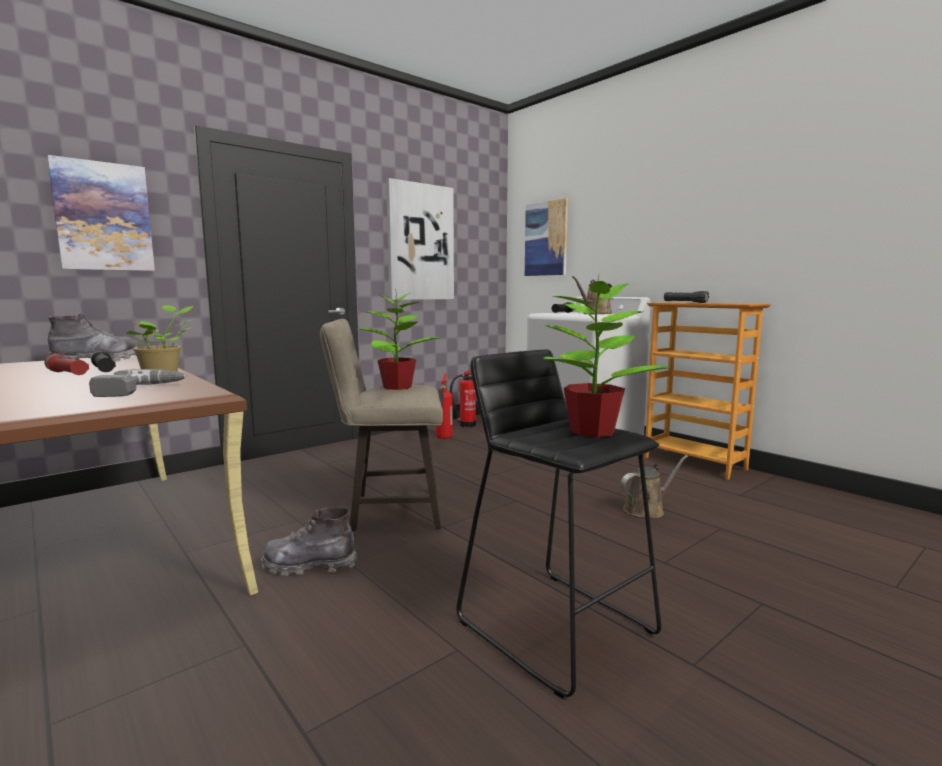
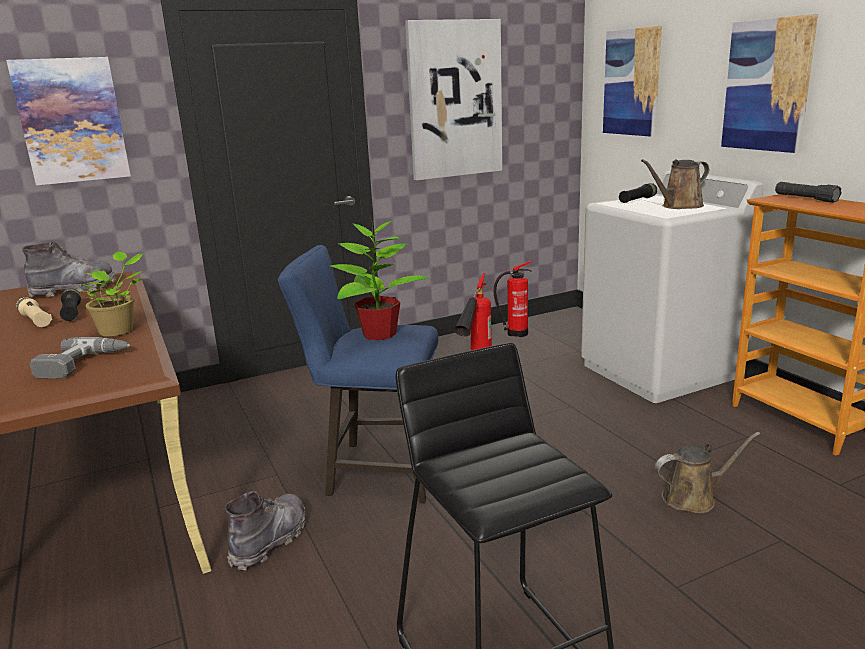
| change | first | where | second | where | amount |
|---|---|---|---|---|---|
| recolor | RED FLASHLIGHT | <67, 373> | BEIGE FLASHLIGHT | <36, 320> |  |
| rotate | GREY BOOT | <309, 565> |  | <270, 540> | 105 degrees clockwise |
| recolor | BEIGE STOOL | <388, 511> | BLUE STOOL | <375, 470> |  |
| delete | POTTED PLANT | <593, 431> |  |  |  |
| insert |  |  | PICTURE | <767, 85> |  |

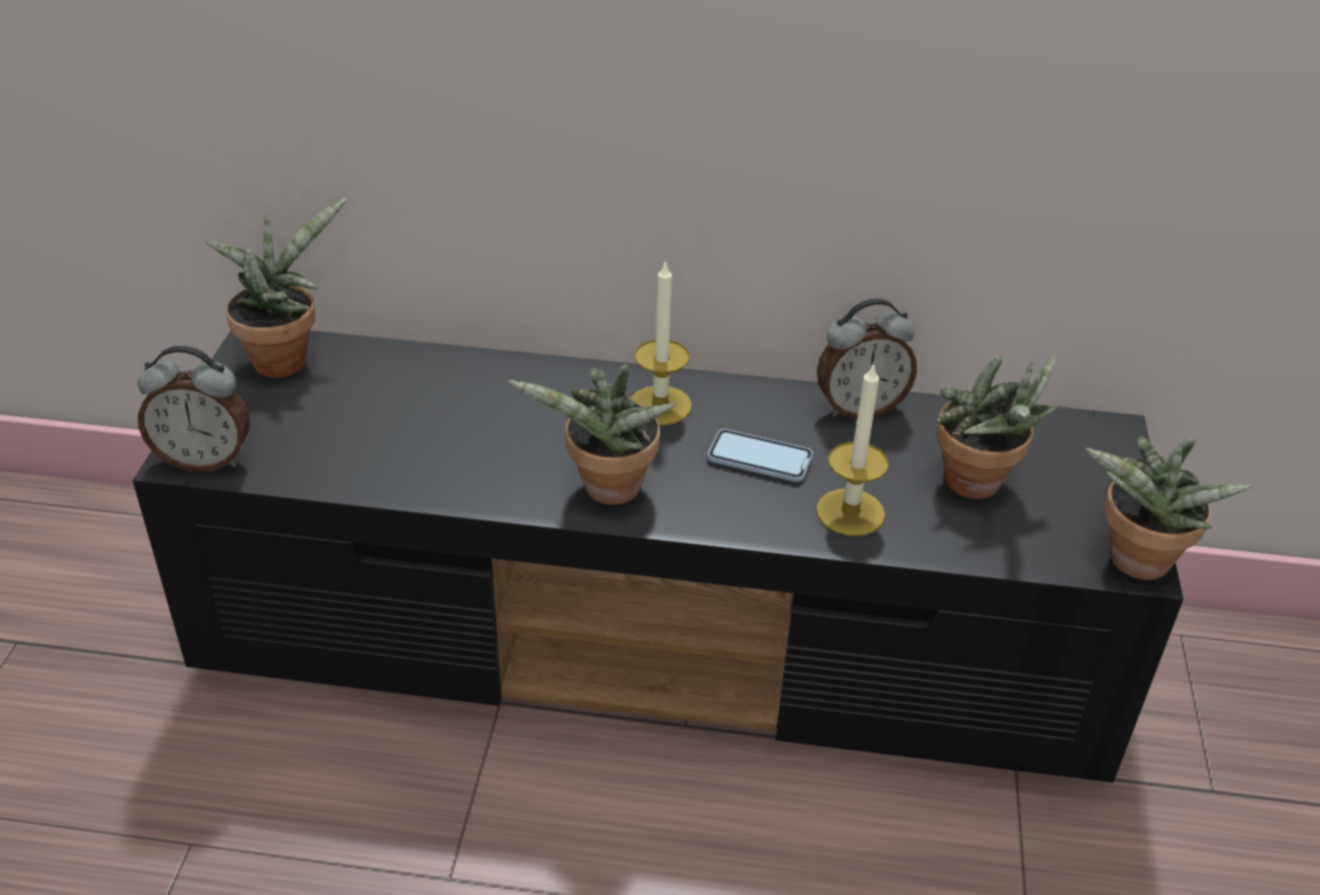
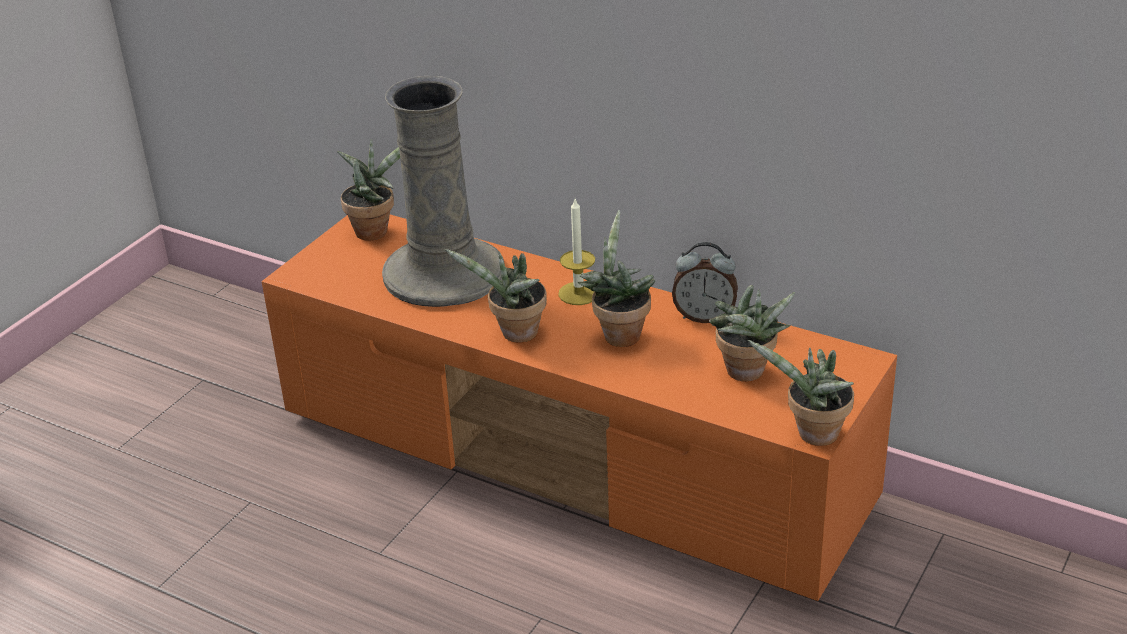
| change | first | where | second | where | amount |
|---|---|---|---|---|---|
| recolor | BLACK TV STAND | <659, 640> | ORANGE TV STAND | <574, 458> |  |
| delete | ALARM CLOCK | <205, 459> |  |  |  |
| replace | PHONE | <759, 458> | POTTED PLANT | <619, 333> |  |
| delete | CANDLE | <850, 512> |  |  |  |
| insert |  |  | BEIGE VASE | <445, 273> |  |

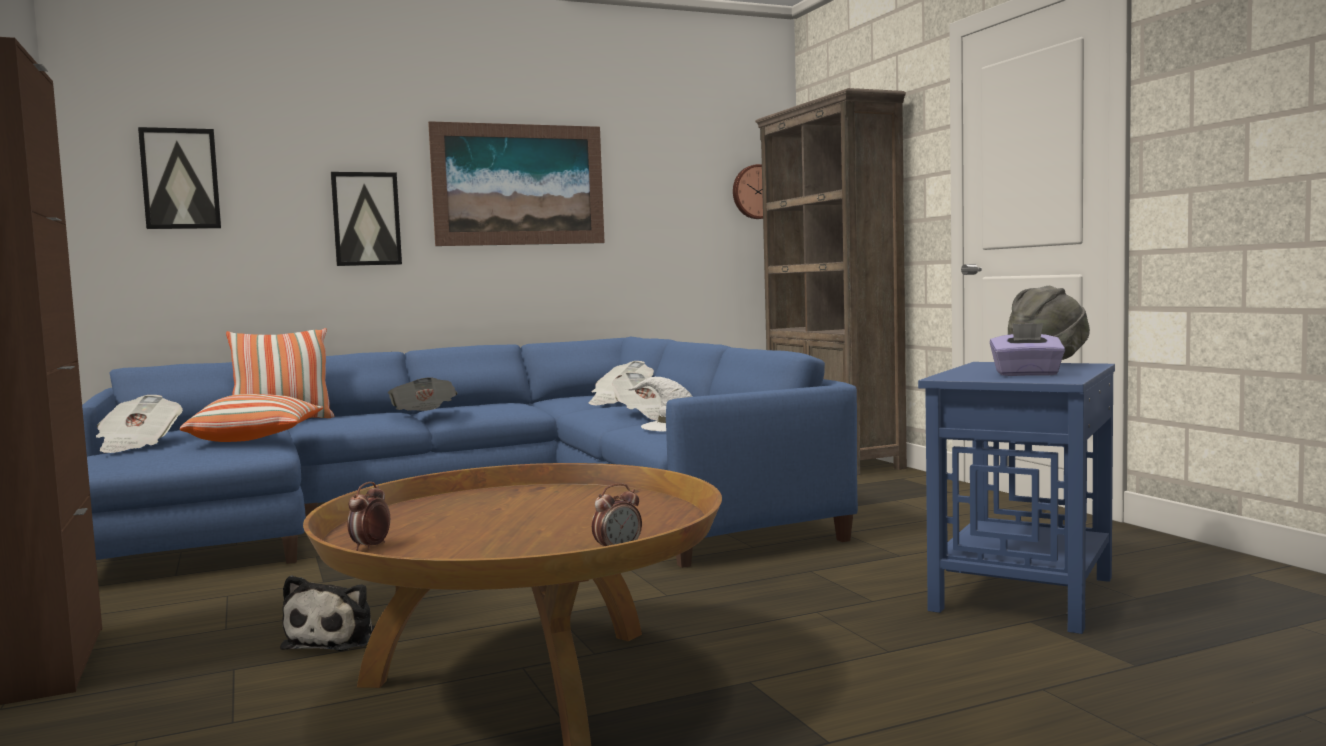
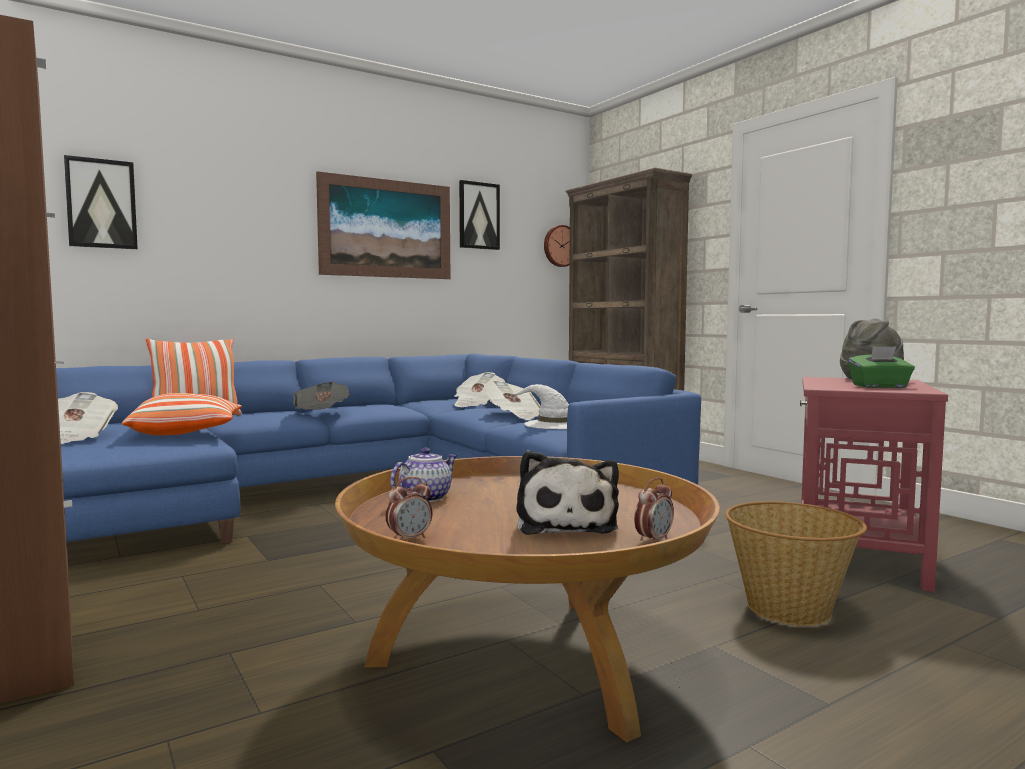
| change | first | where | second | where | amount |
|---|---|---|---|---|---|
| move | PLUSH TOY | <335, 638> |  | <566, 524> |  |
| move | PICTURE | <366, 219> |  | <478, 216> |  |
| rotate | ALARM CLOCK | <370, 547> |  | <409, 539> | 135 degrees counterclockwise |
| recolor | BLUE SIDE TABLE | <1021, 593> | RED SIDE TABLE | <857, 558> |  |
| recolor | PURPLE TISSUE BOX | <1026, 374> | GREEN TISSUE BOX | <880, 386> |  |
| insert |  |  | TEAPOT | <426, 497> |  |
| insert |  |  | BASKET | <790, 608> |  |

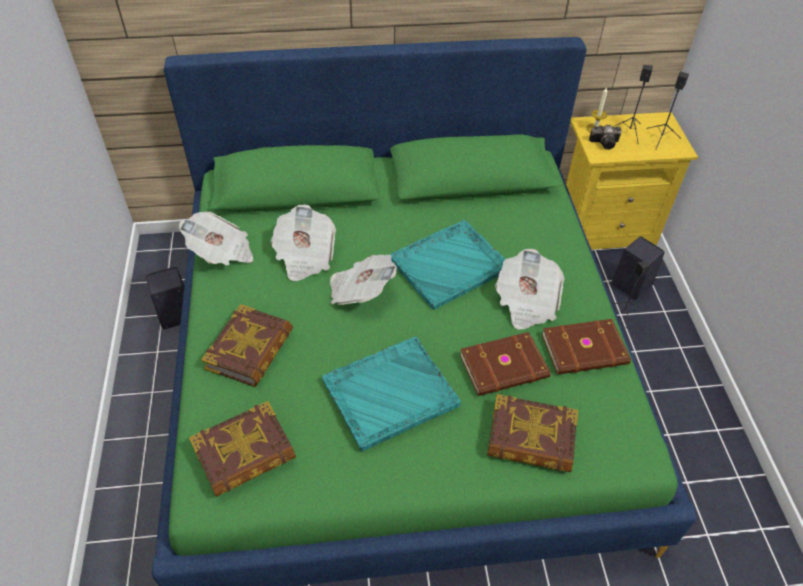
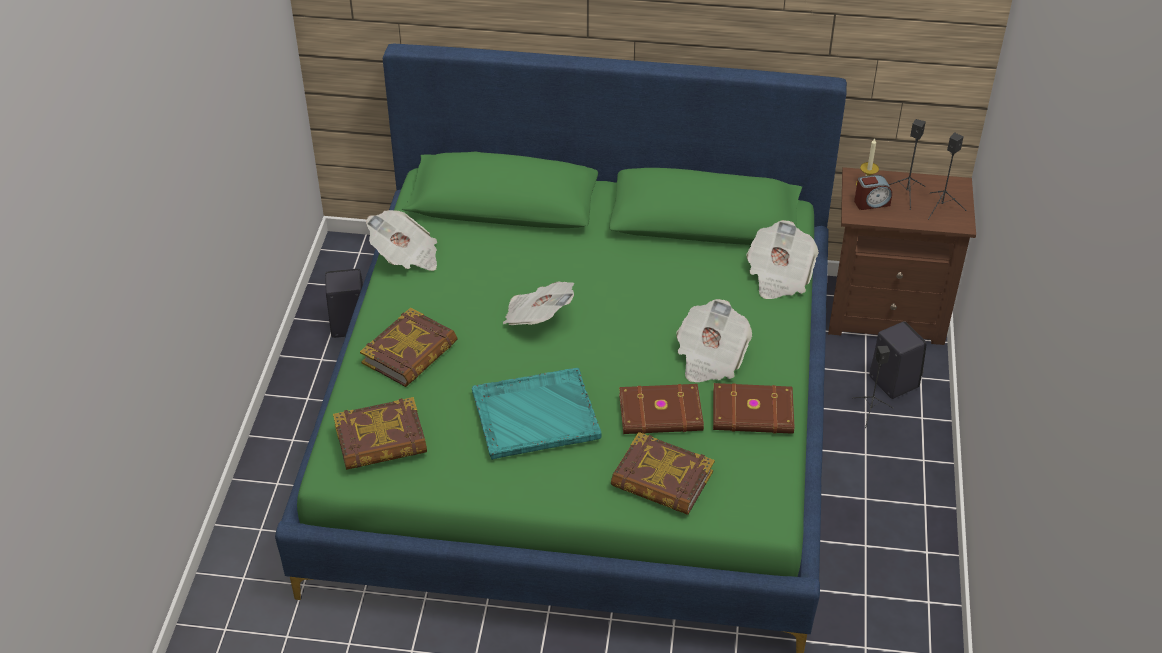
| change | first | where | second | where | amount |
|---|---|---|---|---|---|
| move | NEWSPAPER | <304, 256> |  | <779, 276> |  |
| delete | TURQUOISE TRAY | <450, 264> |  |  |  |
| recolor | YELLOW NIGHTSTAND | <603, 229> | BROWN NIGHTSTAND | <886, 313> |  |
| replace | PHOTO CAMERA | <606, 143> | ALARM CLOCK | <871, 202> |  |

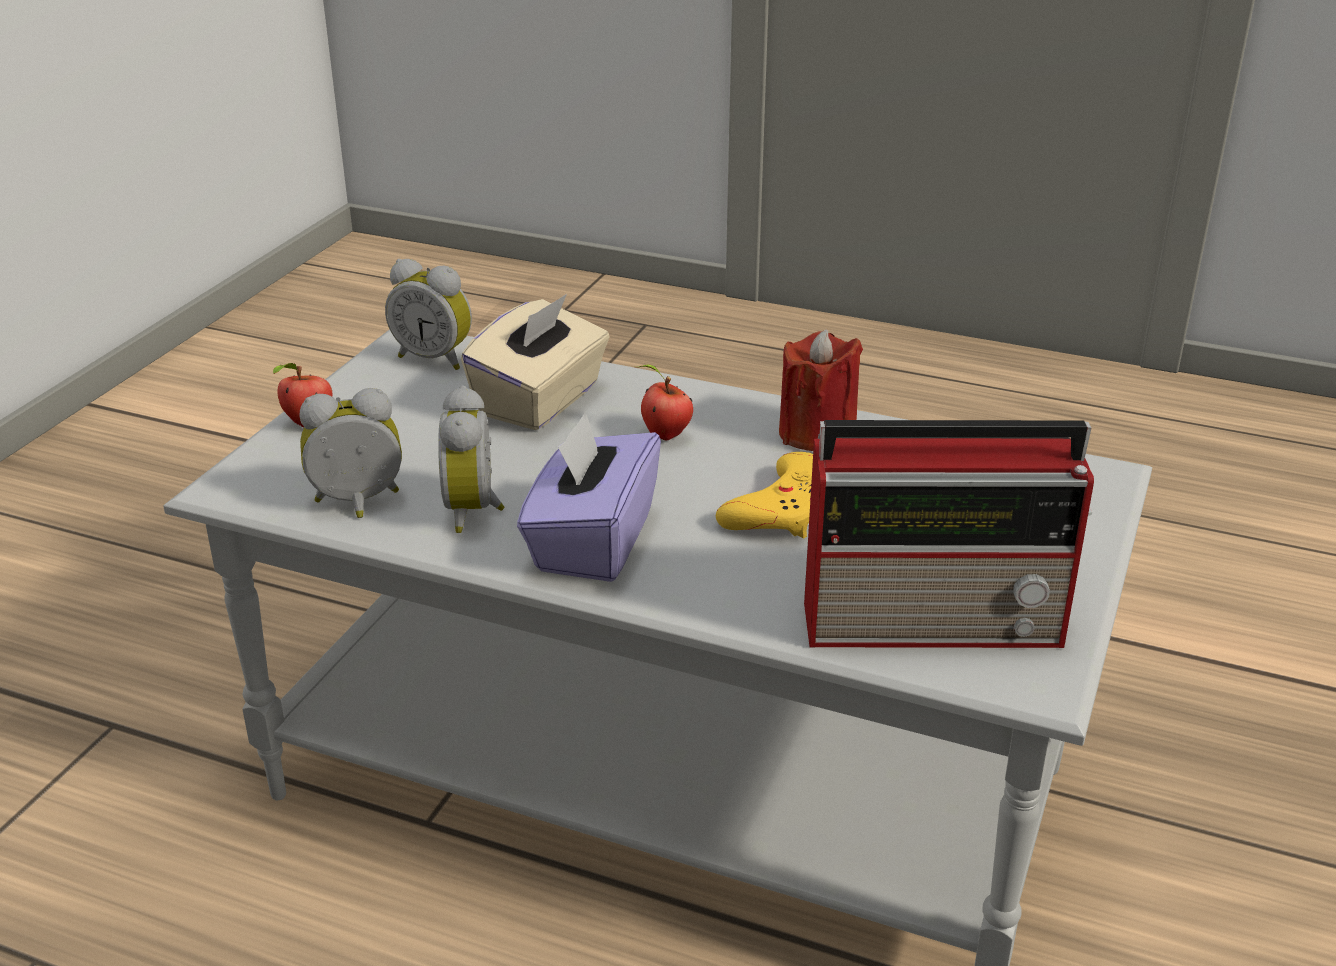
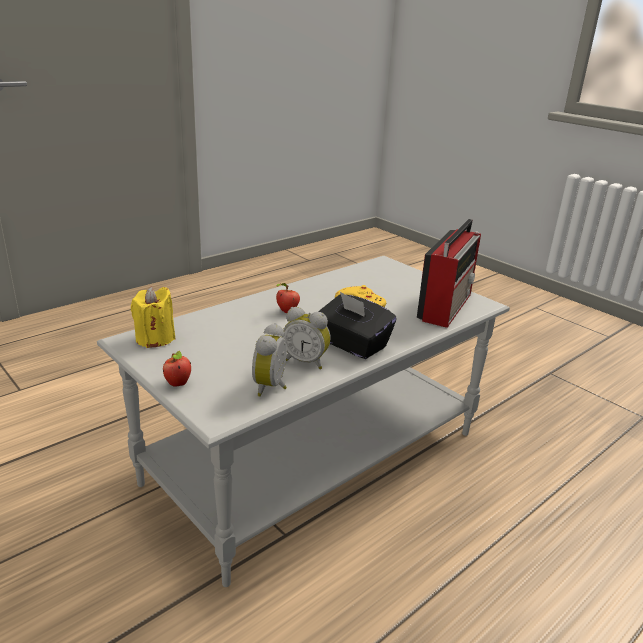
| change | first | where | second | where | amount |
|---|---|---|---|---|---|
| replace | ALARM CLOCK | <435, 358> | YELLOW CANDLE | <155, 339> |  |
| delete | BEIGE TISSUE BOX | <541, 401> |  |  |  |
| recolor | PURPLE TISSUE BOX | <592, 542> | BLACK TISSUE BOX | <352, 344> |  |
| delete | RED CANDLE | <817, 434> |  |  |  |

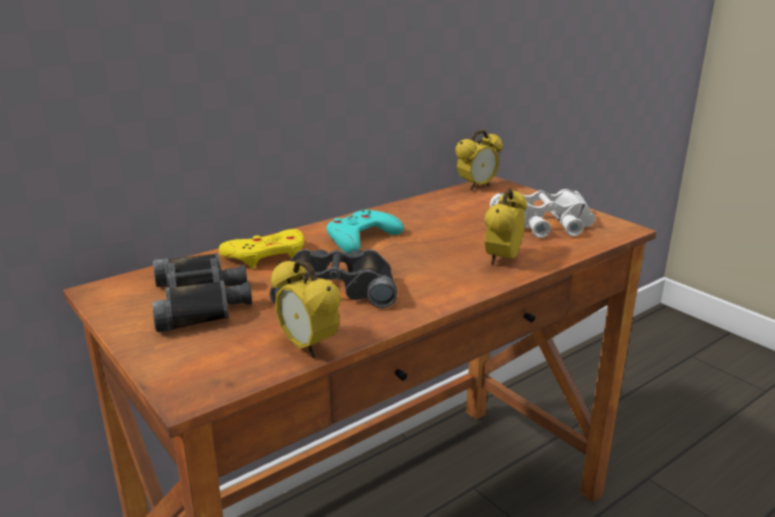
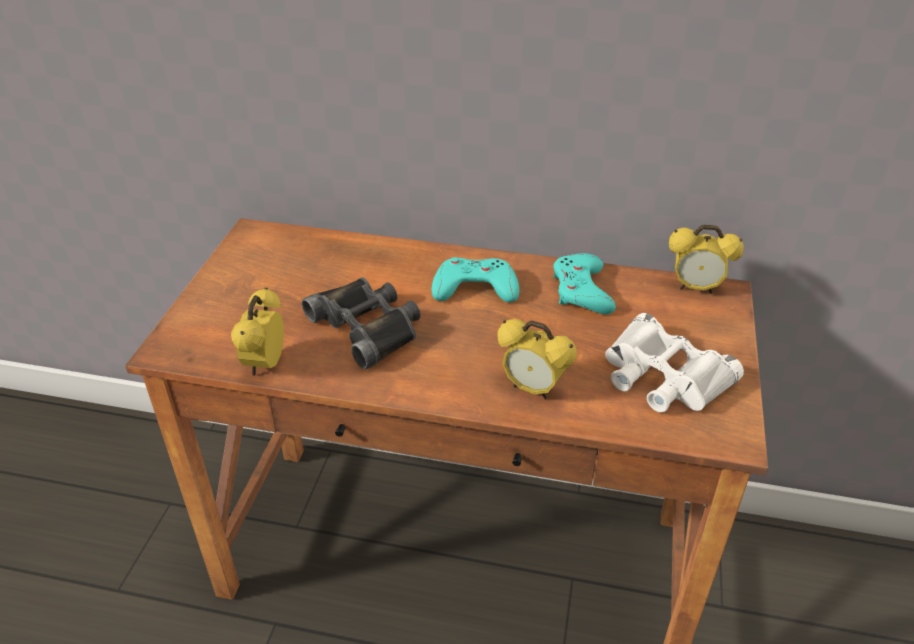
| change | first | where | second | where | amount |
|---|---|---|---|---|---|
| delete | BLACK BINOCULARS | <201, 301> |  |  |  |
| delete | YELLOW GAME CONTROLLER | <266, 255> |  |  |  |
| rotate | ALARM CLOCK | <502, 260> |  | <532, 389> | 135 degrees counterclockwise |
| insert |  |  | TURQUOISE GAME CONTROLLER | <581, 290> |  |

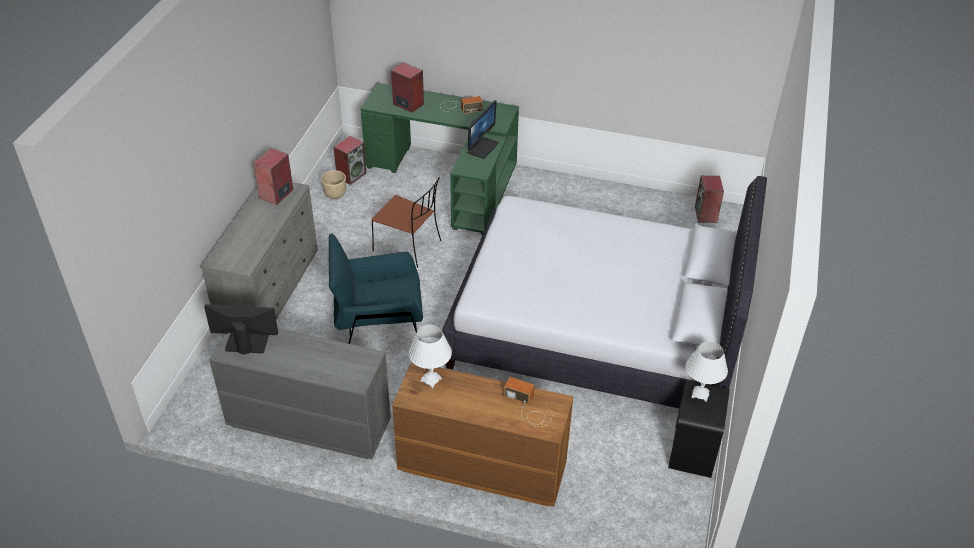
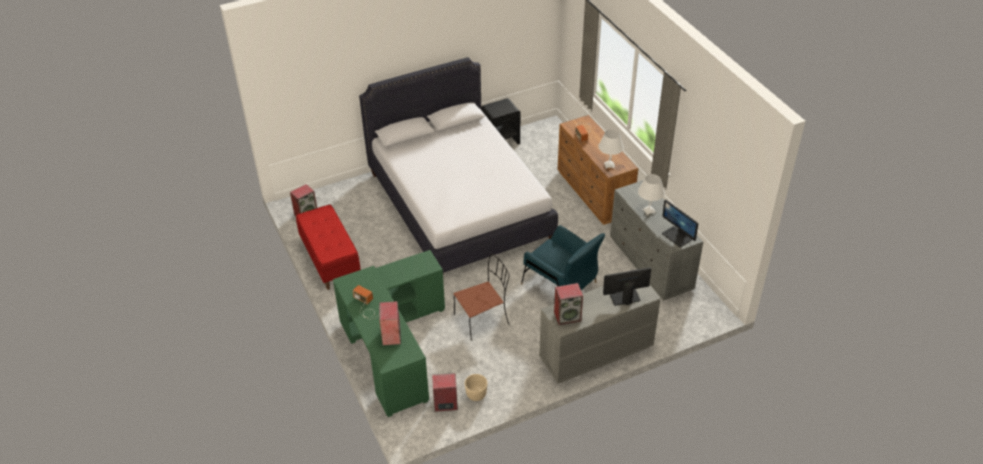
| change | first | where | second | where | amount |
|---|---|---|---|---|---|
| rotate | BROWN CHAIR | <409, 246> |  | <482, 319> | 75 degrees clockwise |
| move | MONITOR | <482, 147> |  | <624, 297> |  |
| move | WHITE TABLE LAMP | <700, 394> |  | <648, 211> |  |
| insert |  |  | RED BENCH | <330, 260> |  |

